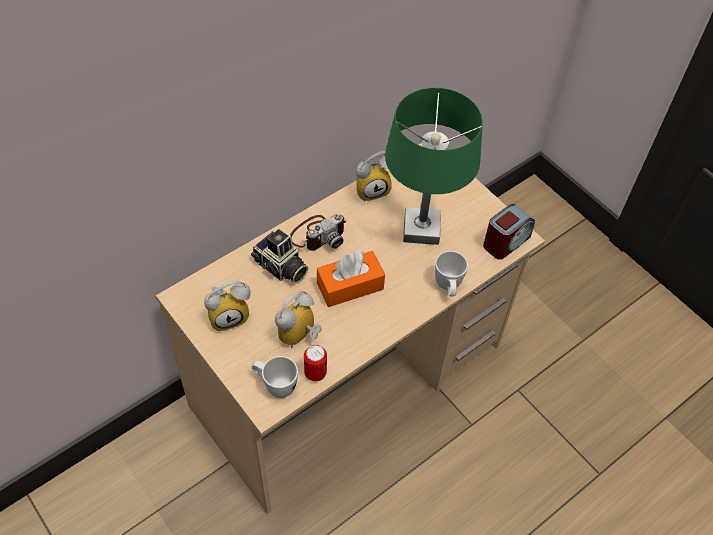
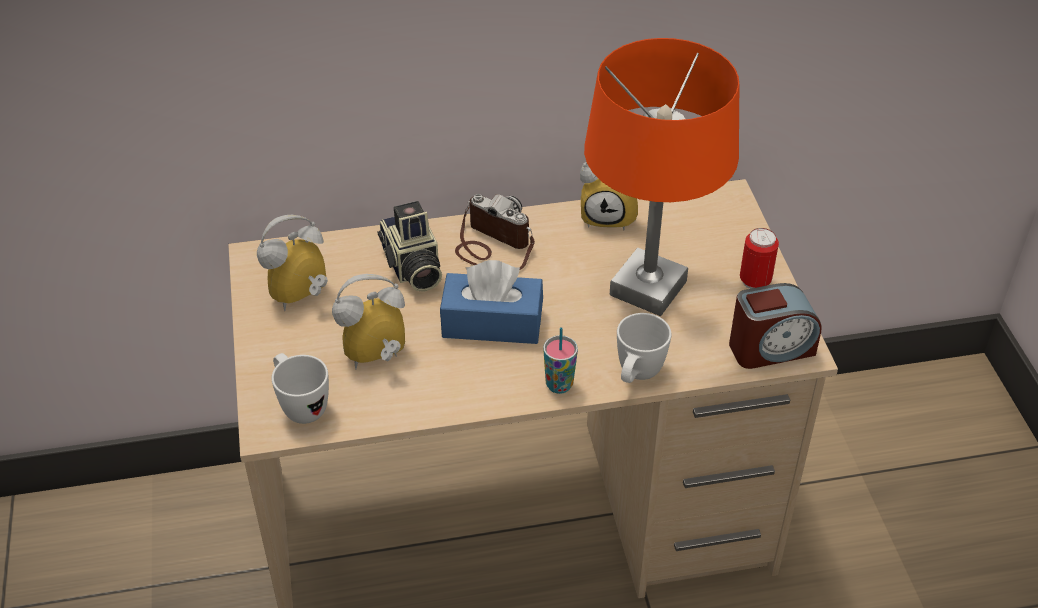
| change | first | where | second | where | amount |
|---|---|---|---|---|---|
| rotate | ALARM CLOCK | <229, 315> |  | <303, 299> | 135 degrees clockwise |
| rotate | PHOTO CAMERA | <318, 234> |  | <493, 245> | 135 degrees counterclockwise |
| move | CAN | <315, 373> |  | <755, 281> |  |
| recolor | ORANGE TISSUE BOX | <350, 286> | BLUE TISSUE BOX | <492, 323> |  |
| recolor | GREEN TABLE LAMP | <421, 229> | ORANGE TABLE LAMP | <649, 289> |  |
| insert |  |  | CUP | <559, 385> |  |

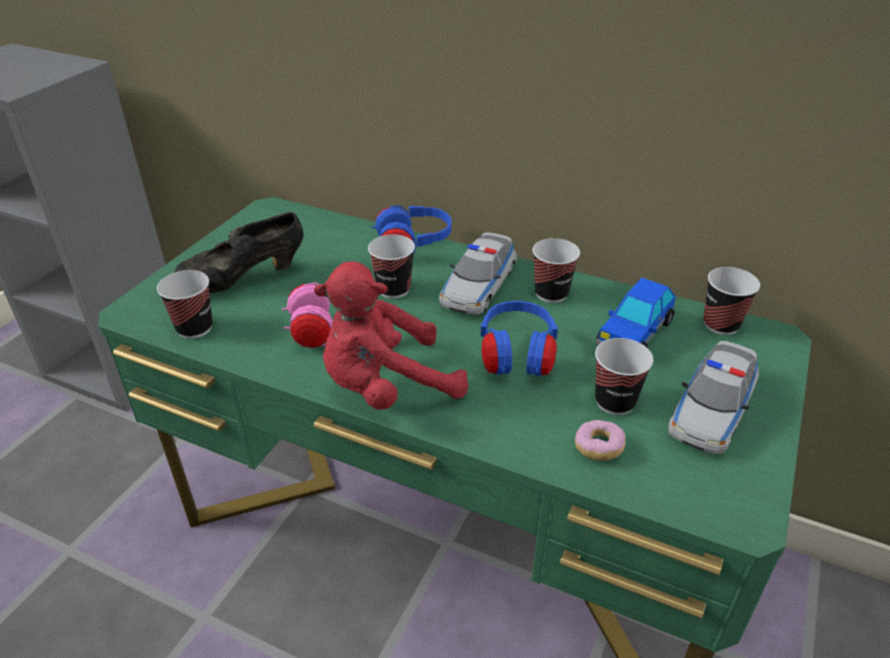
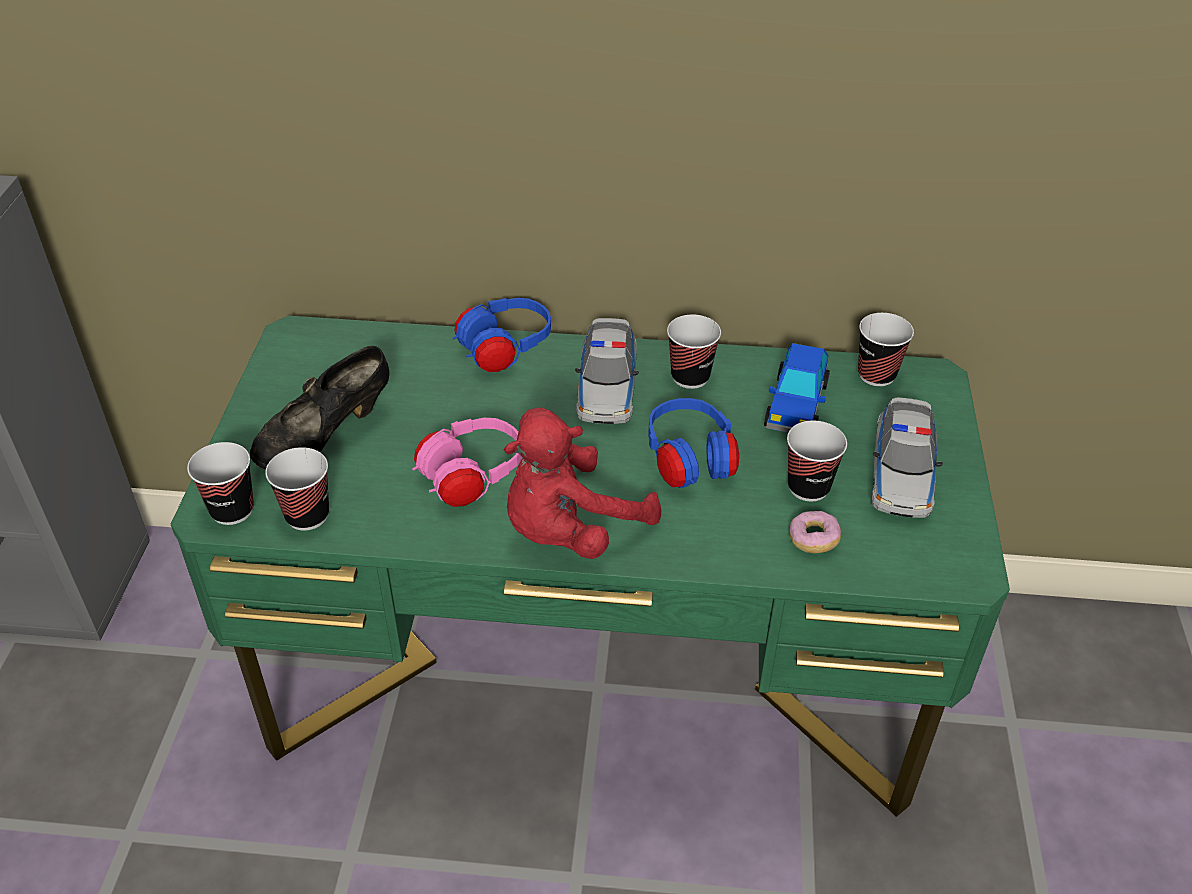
| change | first | where | second | where | amount |
|---|---|---|---|---|---|
| move | CUP | <393, 289> |  | <232, 510> |  |

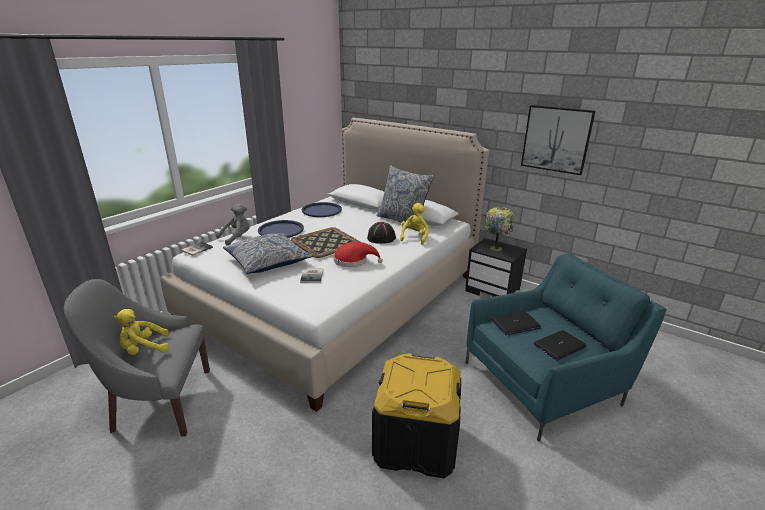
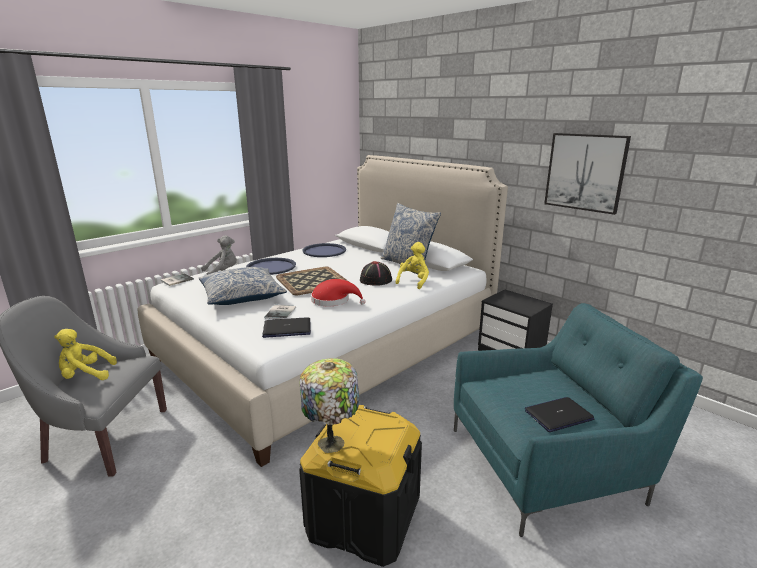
| change | first | where | second | where | amount |
|---|---|---|---|---|---|
| move | TABLE LAMP | <496, 247> |  | <332, 442> |  |
| move | LAPTOP | <515, 324> |  | <287, 329> |  |

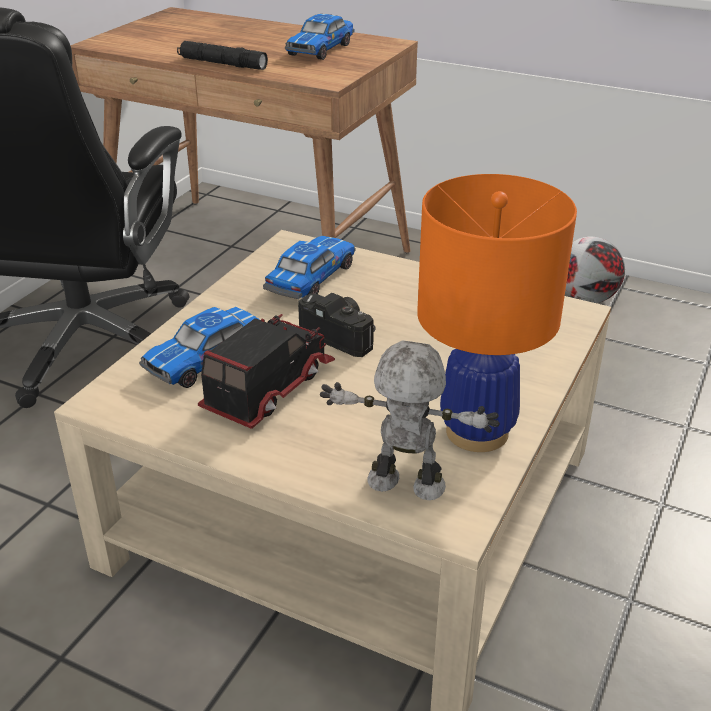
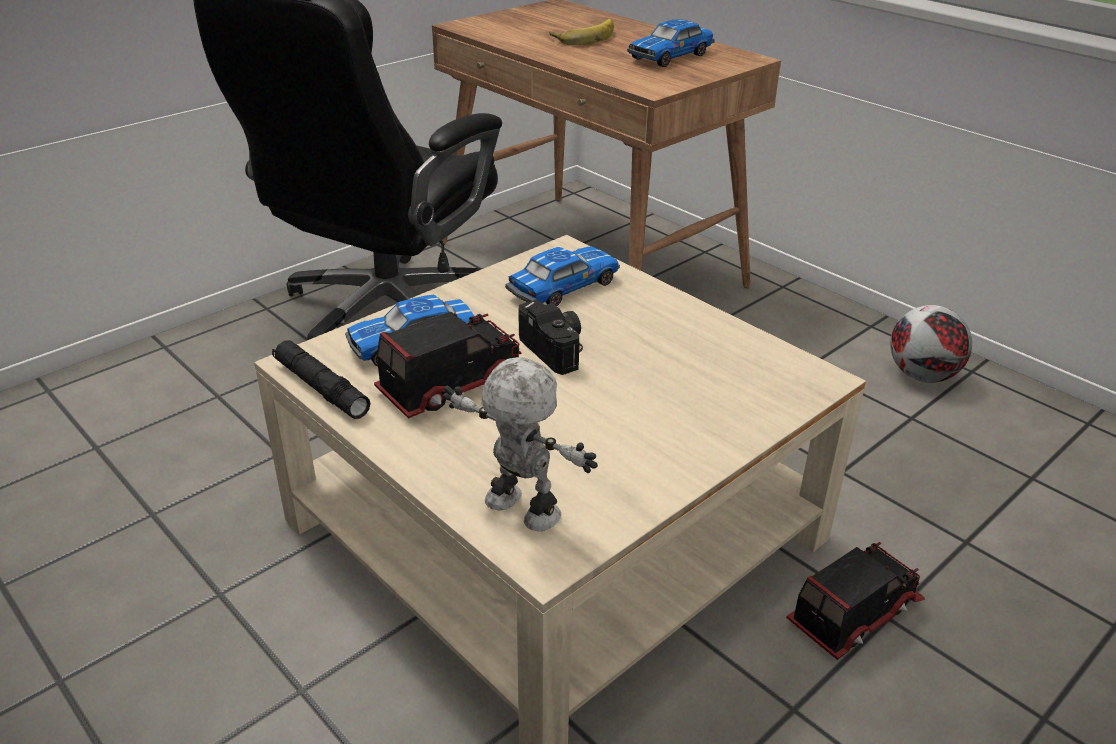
| change | first | where | second | where | amount |
|---|---|---|---|---|---|
| move | BLACK FLASHLIGHT | <222, 64> |  | <321, 388> |  |
| delete | ORANGE TABLE LAMP | <477, 431> |  |  |  |
| insert |  |  | BANANA | <584, 37> |  |
| insert |  |  | TOY TRUCK | <852, 612> |  |

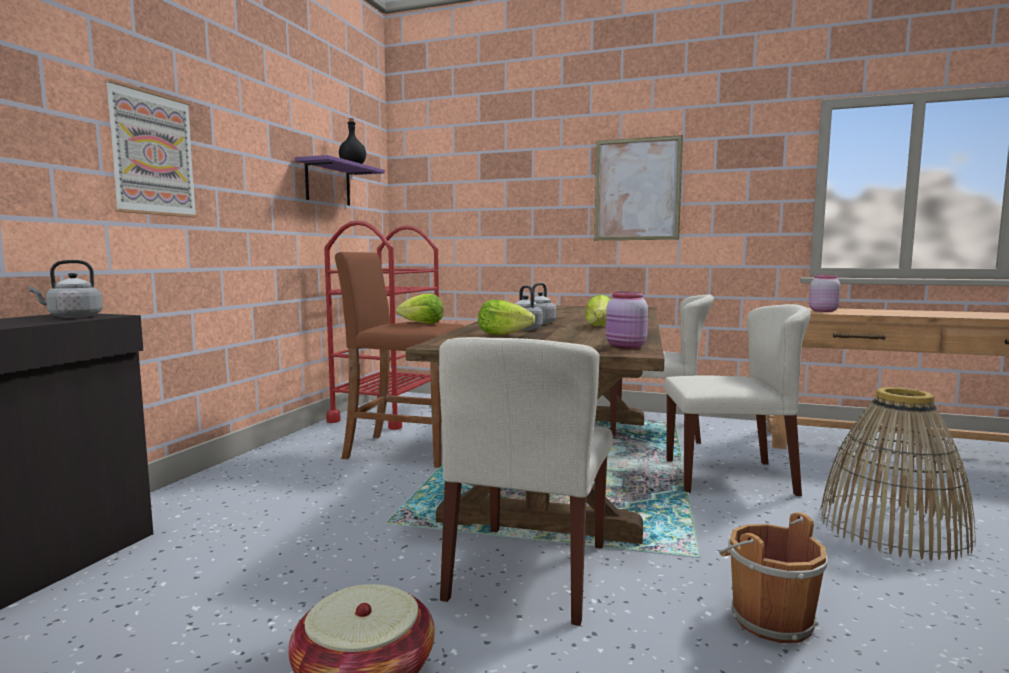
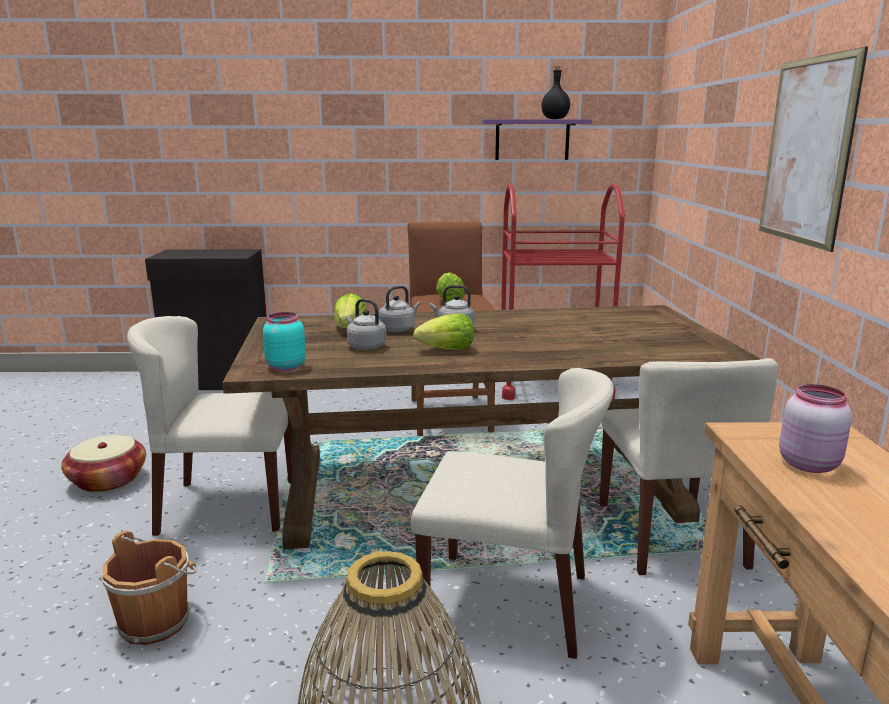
| change | first | where | second | where | amount |
|---|---|---|---|---|---|
| move | GREY KETTLE | <72, 317> |  | <365, 346> |  |
| delete | PICTURE | <152, 154> |  |  |  |
| recolor | PINK JAR | <626, 347> | TURQUOISE JAR | <284, 367> |  |
| rotate | BEIGE CHAIR | <729, 476> |  | <508, 601> | 60 degrees counterclockwise |

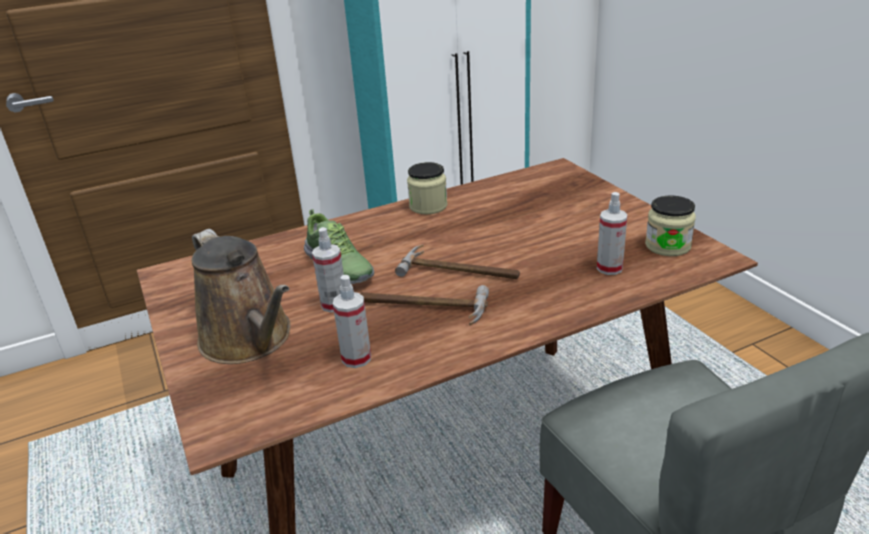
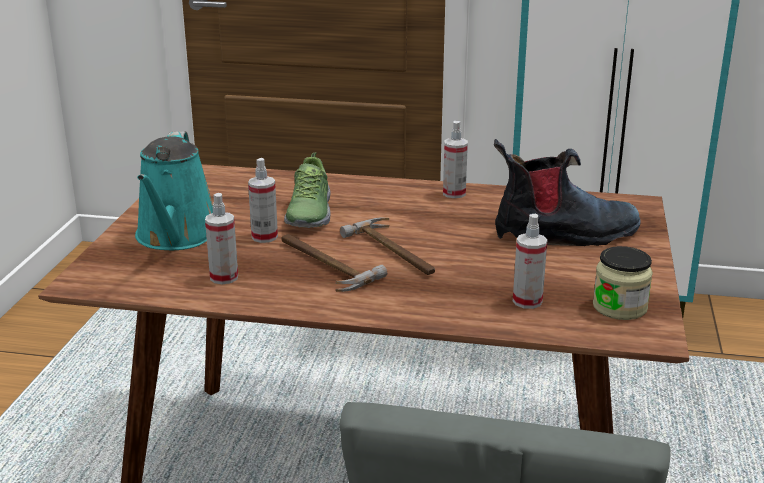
| change | first | where | second | where | amount |
|---|---|---|---|---|---|
| recolor | BROWN WATERING CAN | <250, 340> | TURQUOISE WATERING CAN | <177, 236> |  |
| replace | JAR | <428, 206> | SPRAY BOTTLE | <454, 193> |  |
| insert |  |  | BOOT | <565, 235> |  |

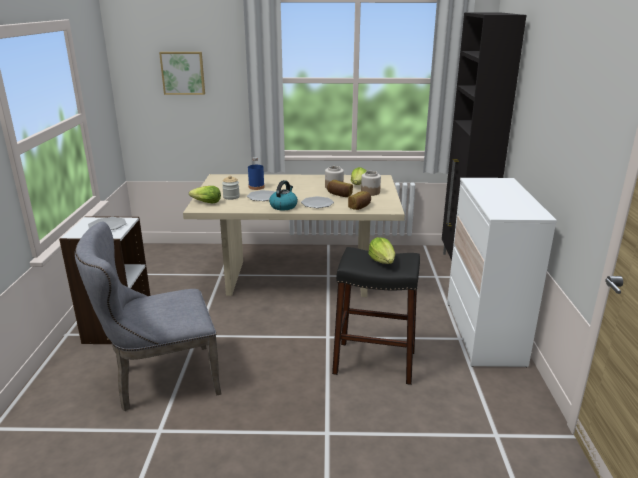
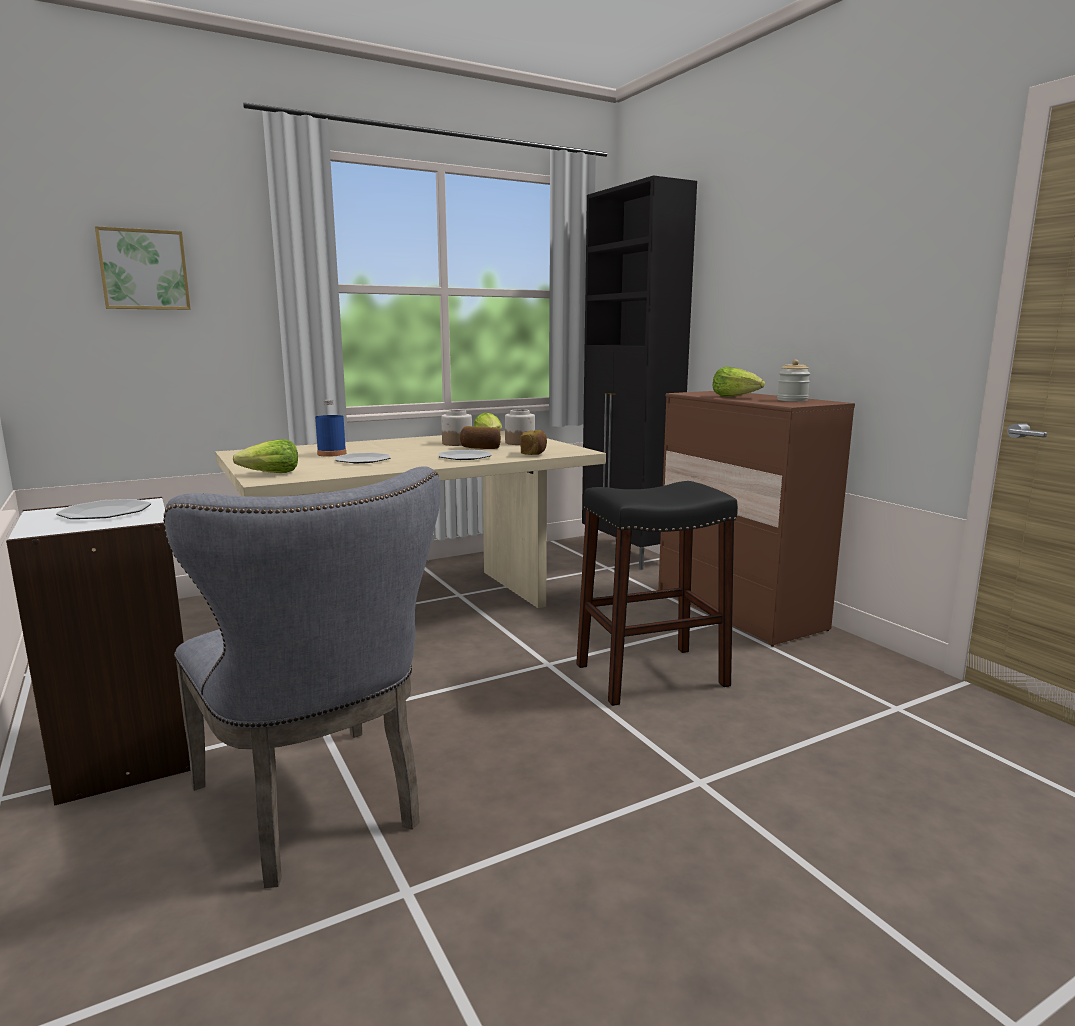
| change | first | where | second | where | amount |
|---|---|---|---|---|---|
| rotate | GREY CHAIR | <160, 381> |  | <317, 809> | 75 degrees counterclockwise |
| move | JAR | <231, 197> |  | <792, 400> |  |
| delete | KETTLE | <283, 206> |  |  |  |
| move | LETTUCE | <383, 261> |  | <736, 397> |  |
| recolor | WHITE DRESSER | <483, 333> | BROWN DRESSER | <738, 610> |  |

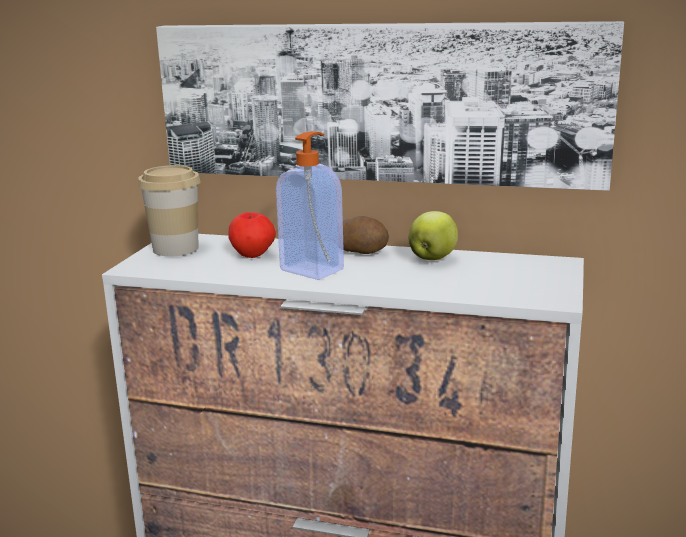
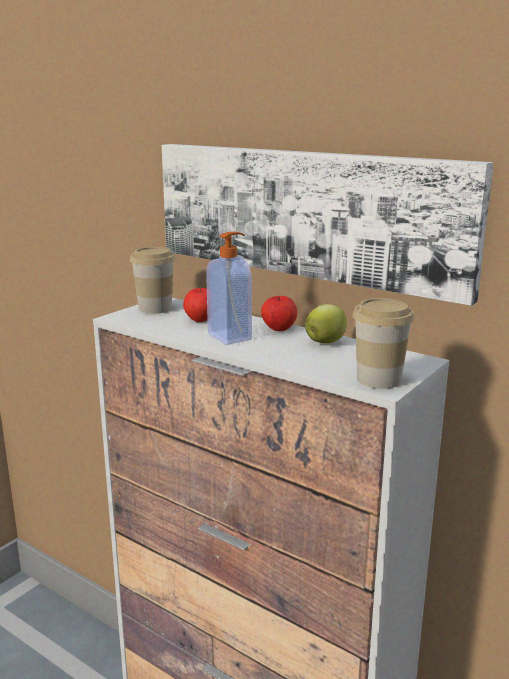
| change | first | where | second | where | amount |
|---|---|---|---|---|---|
| replace | POTATO | <361, 251> | APPLE | <279, 329> |  |
| insert |  |  | CUP | <379, 379> |  |

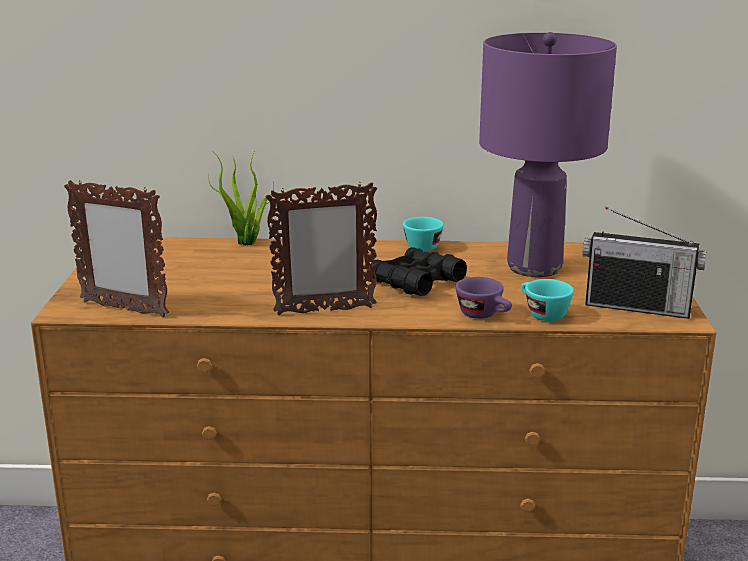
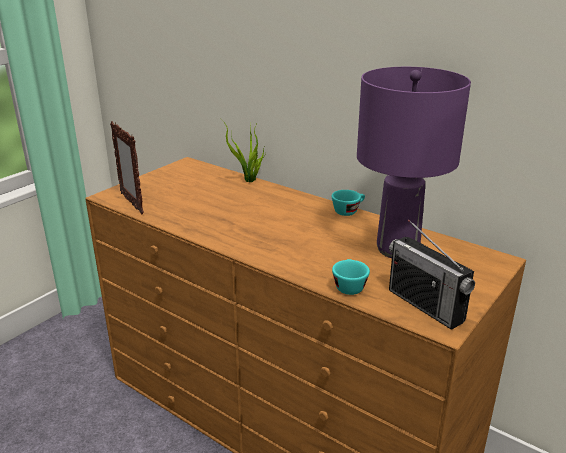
| change | first | where | second | where | amount |
|---|---|---|---|---|---|
| delete | PICTURE FRAME | <324, 311> |  |  |  |
| delete | BLACK BINOCULARS | <416, 282> |  |  |  |
| delete | PURPLE CUP | <484, 315> |  |  |  |

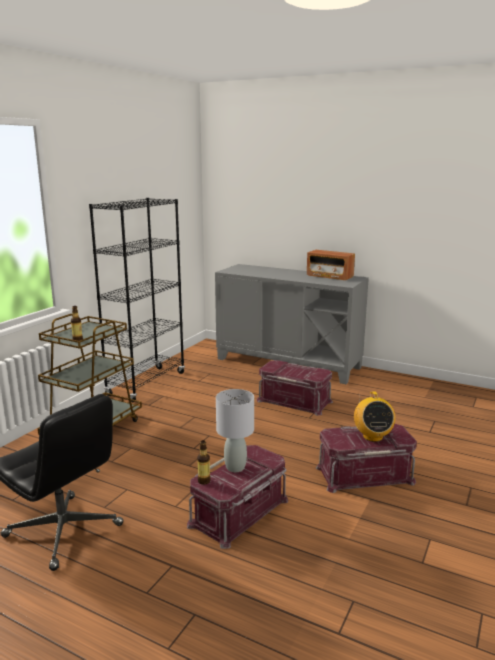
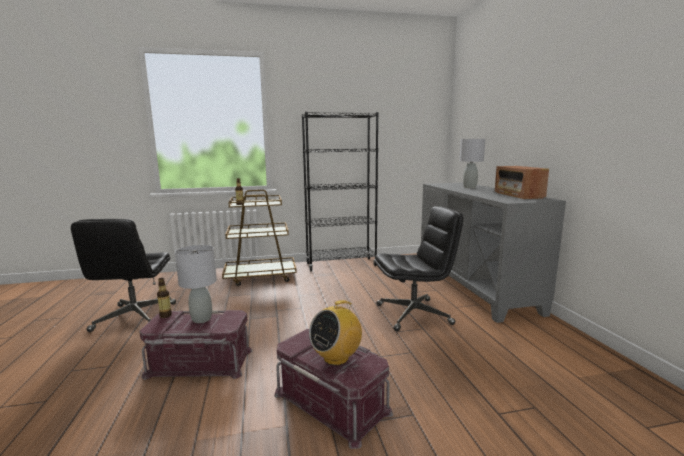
| change | first | where | second | where | amount |
|---|---|---|---|---|---|
| replace | RED STORAGE BOX | <295, 401> | BLACK OFFICE CHAIR | <414, 314> |  |
| insert |  |  | GREY TABLE LAMP | <469, 187> |  |

